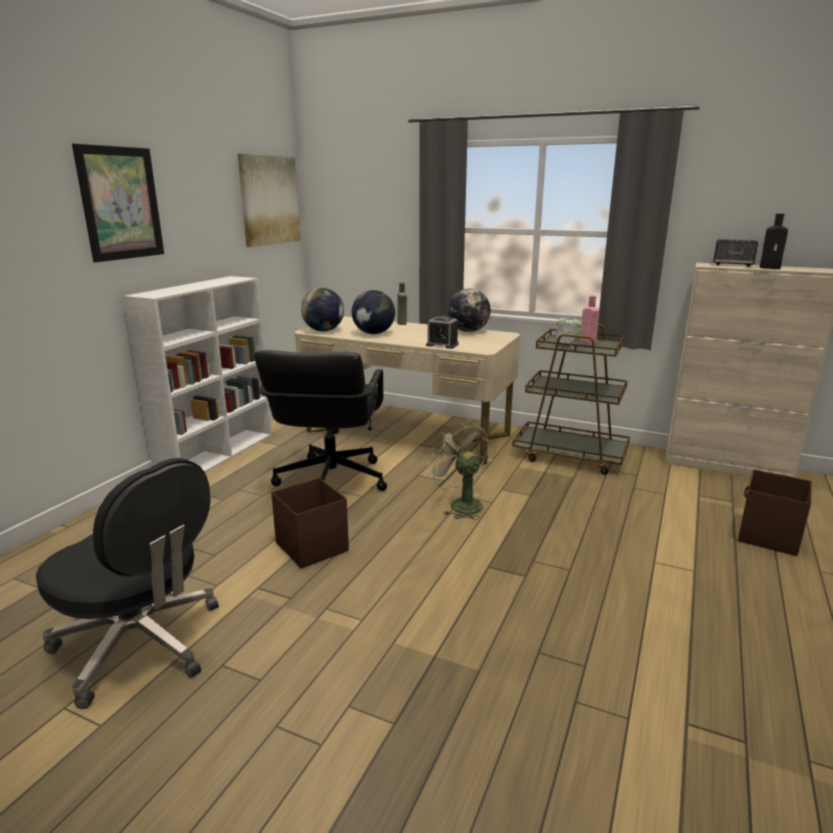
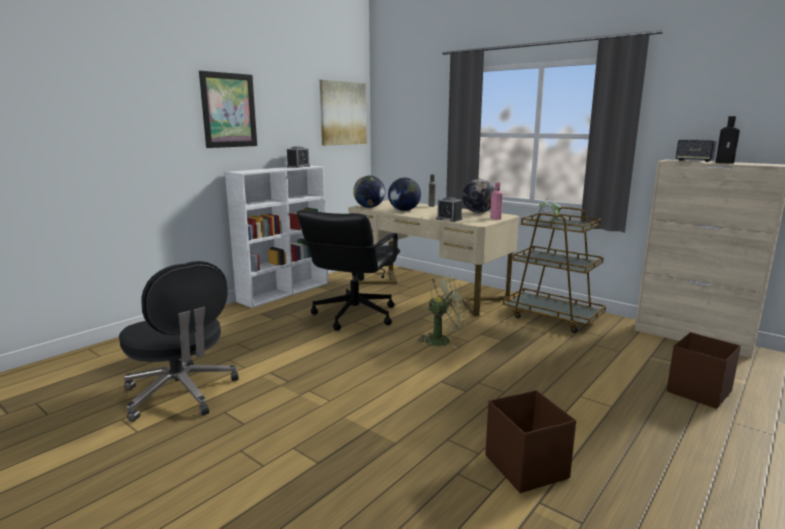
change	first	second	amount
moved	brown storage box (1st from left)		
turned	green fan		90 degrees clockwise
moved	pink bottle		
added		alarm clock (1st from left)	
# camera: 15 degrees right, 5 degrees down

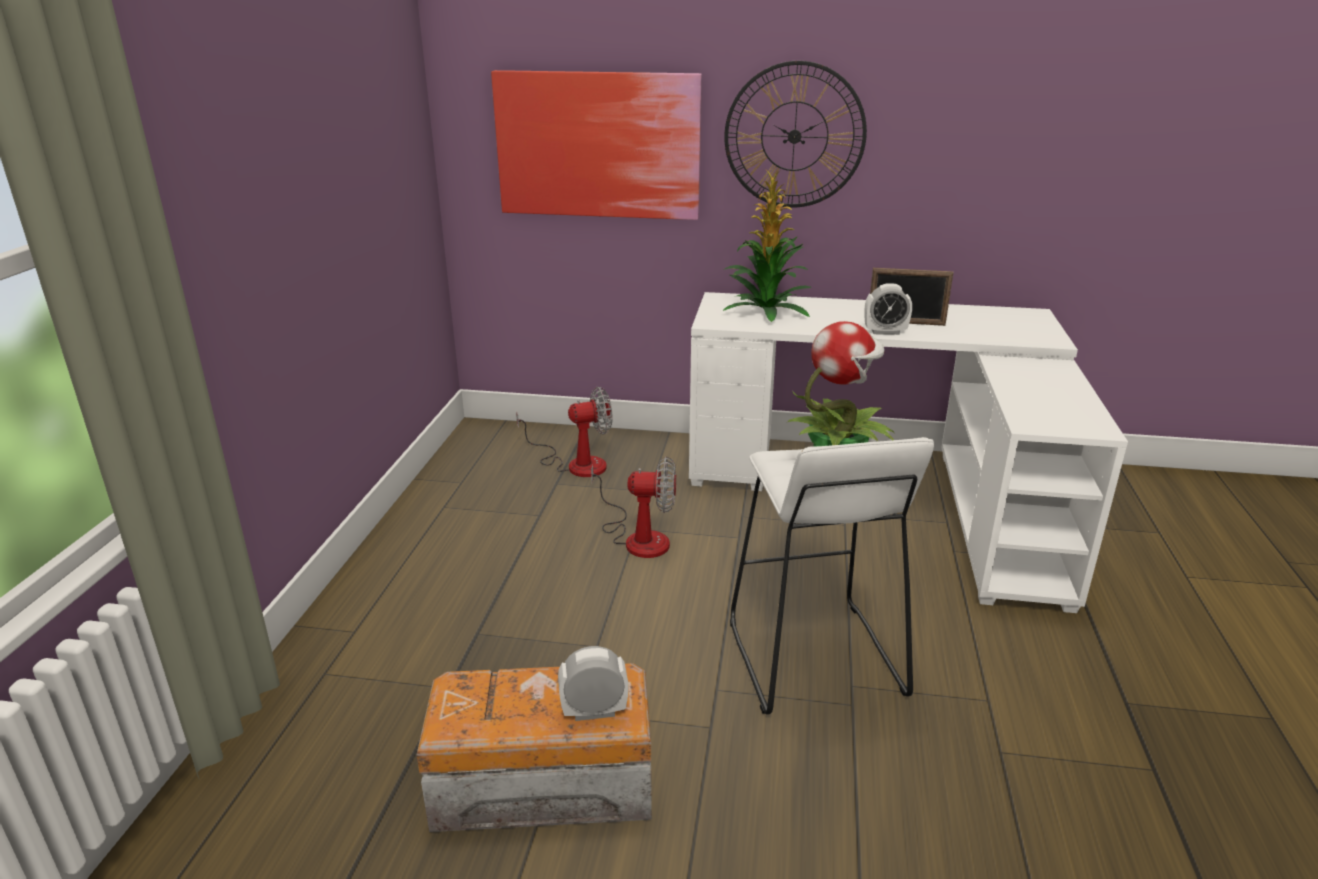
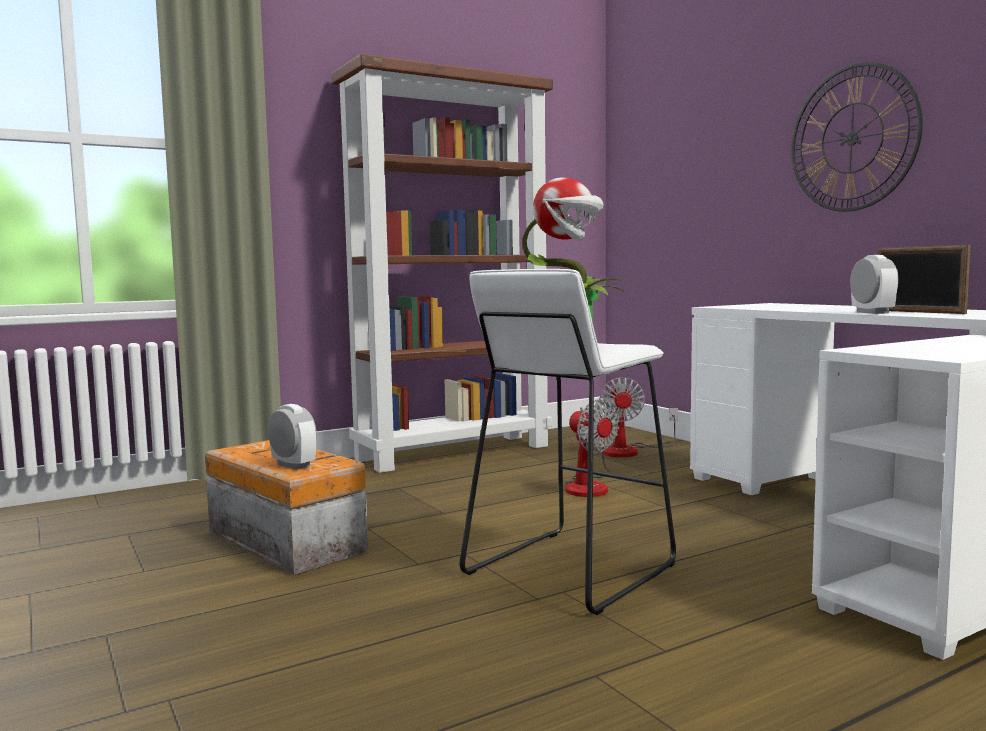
change	first	second	amount
removed	picture		
turned	fan (1st from left in the first image)	fan (2nd from left)	60 degrees clockwise
removed	potted plant (1st from left)		
turned	alarm clock (2nd from left)		150 degrees counterclockwise
added		brown bookcase	
# camera: 50 degrees right, 20 degrees down

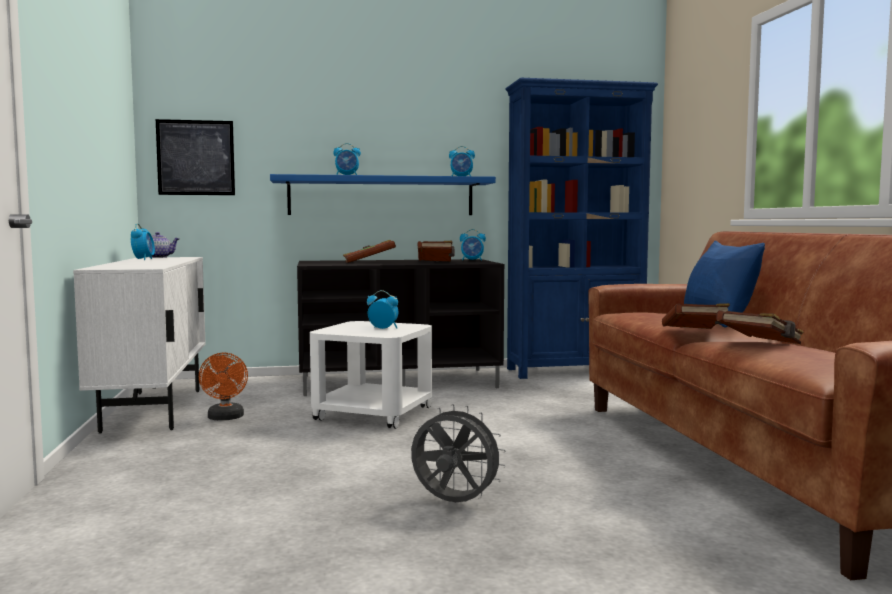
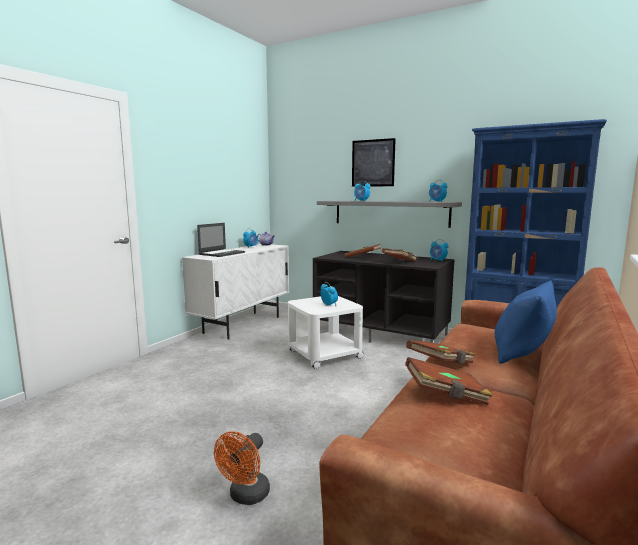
change	first	second	amount
moved	picture		
moved	orange fan		
recoloured	blue shelf	grey shelf	
removed	grey fan		
added		laptop	
# camera: 40 degrees right, 5 degrees up

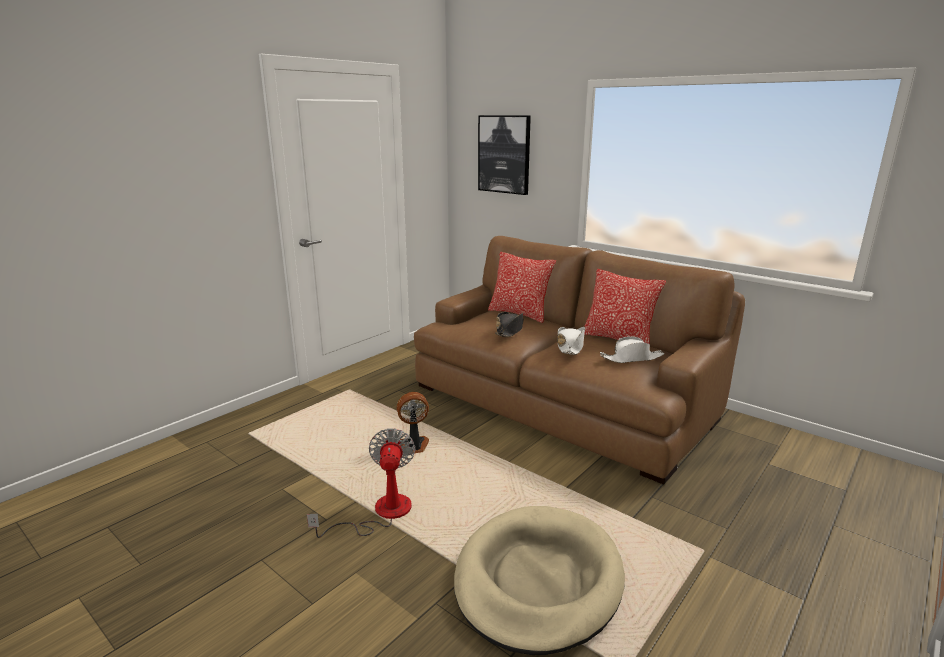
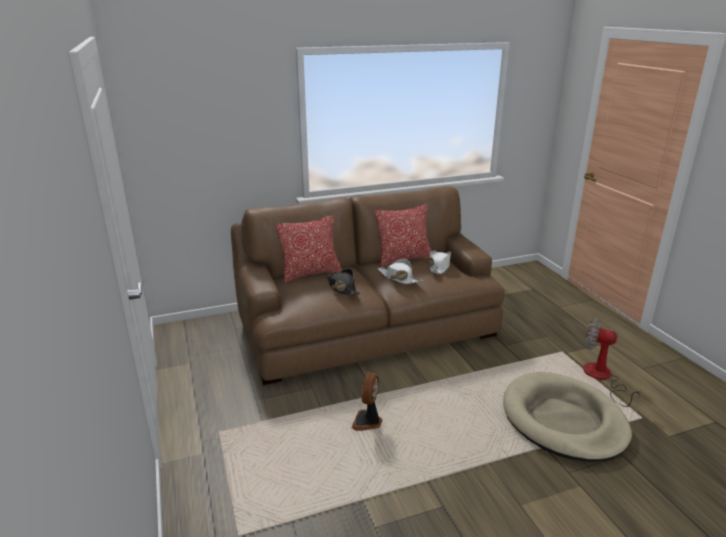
change	first	second	amount
moved	fan (1st from left in the first image)	fan (2nd from left)	
removed	picture		
# camera: 60 degrees left, 5 degrees up

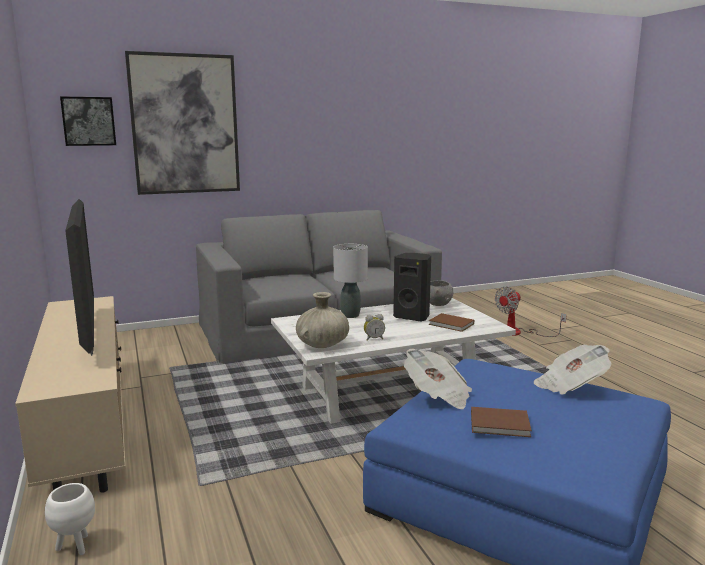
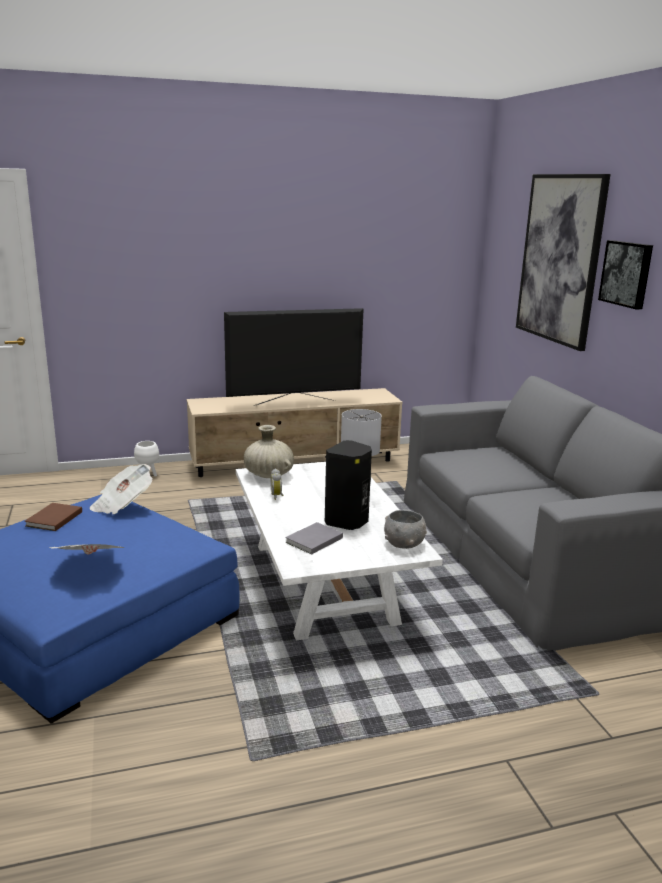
change	first	second	amount
moved	picture (1st from left in the first image)	picture (2nd from left)	
recoloured	brown book (1st from left)	grey book	
removed	fan		
# camera: 95 degrees right, 5 degrees up

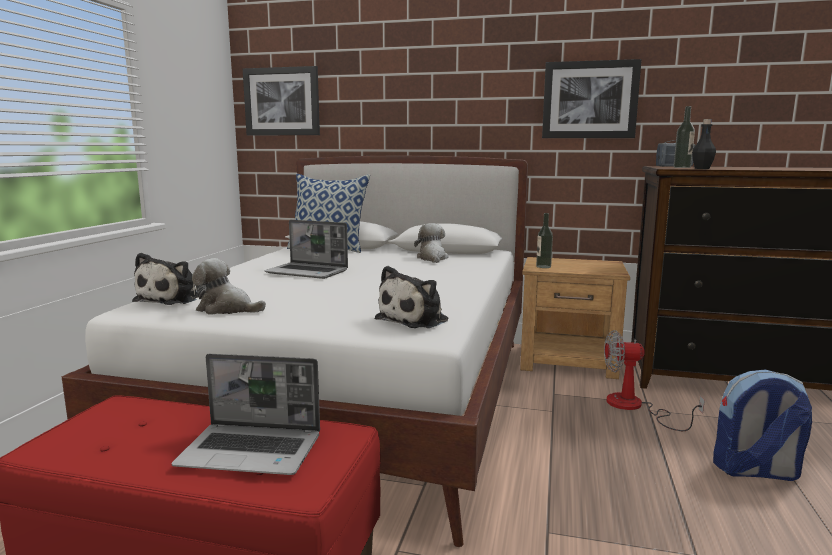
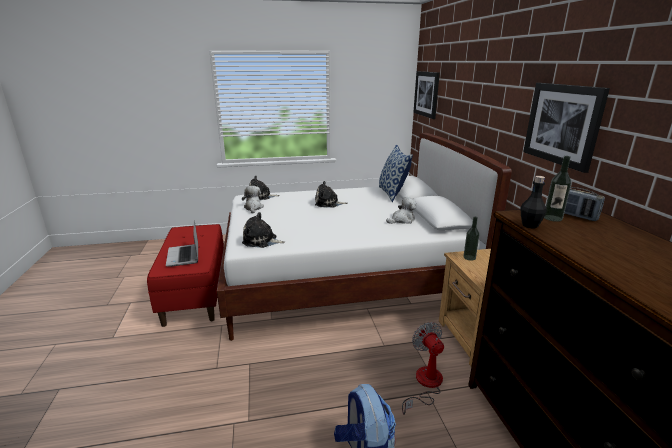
change	first	second	amount
replaced	laptop (2nd from left)	plush toy (4th from left)	
# camera: 65 degrees right, 10 degrees up

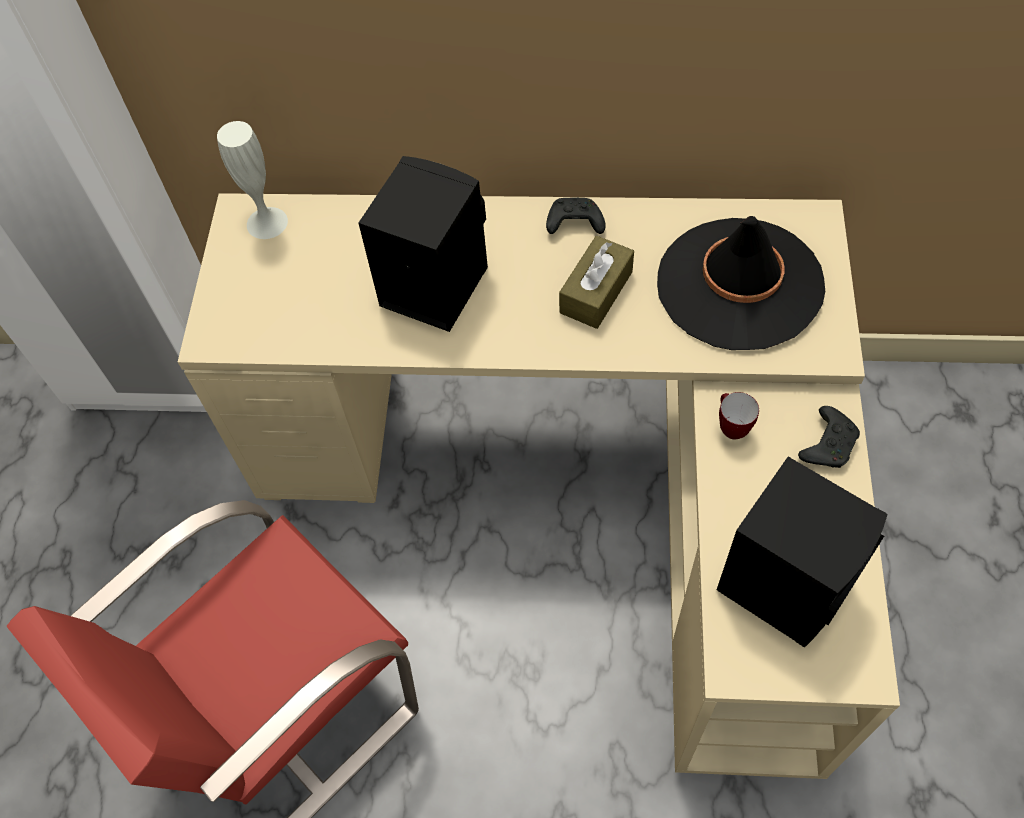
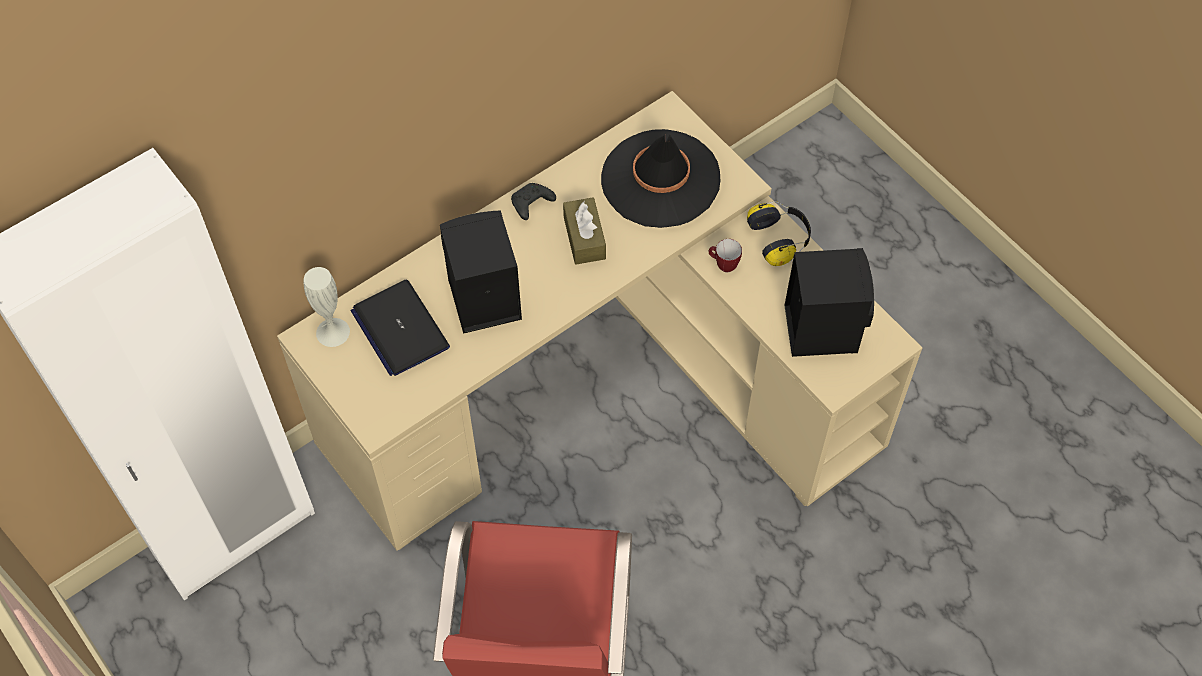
change	first	second	amount
replaced	black game controller (2nd from left)	headphones	
added		laptop	
# camera: 45 degrees left, 0 degrees up

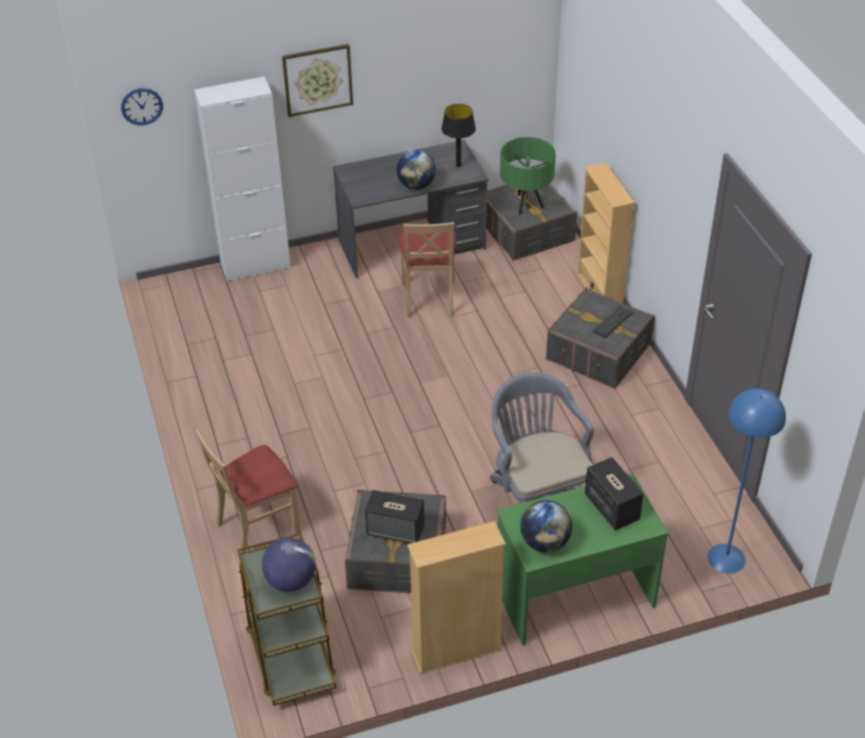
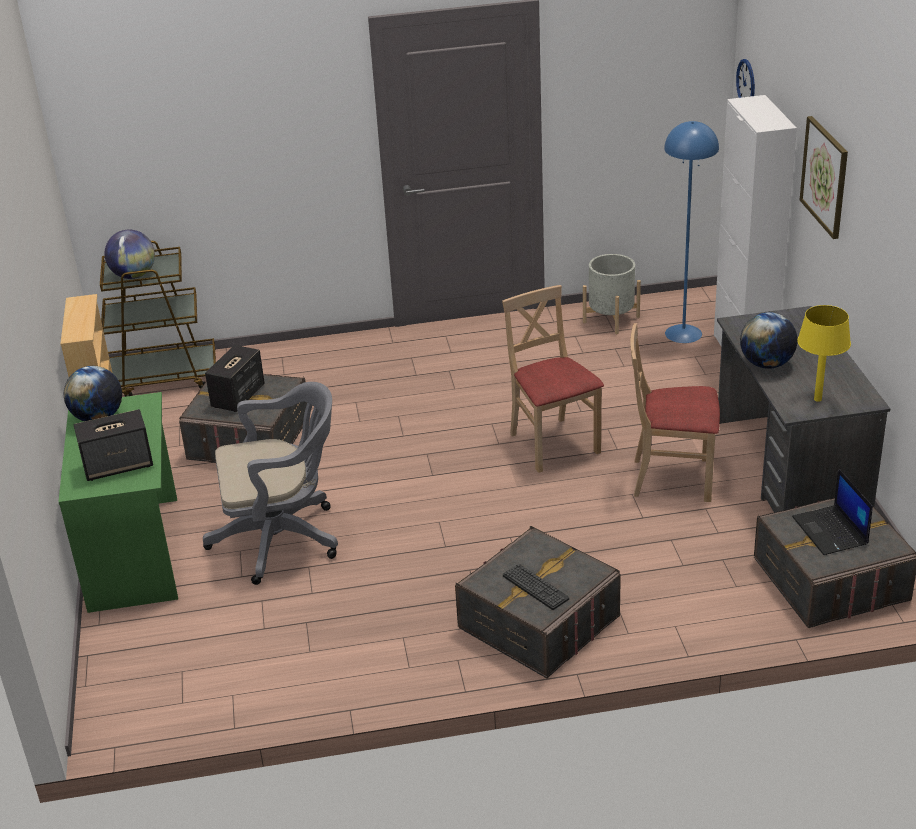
change	first	second	amount
moved	beige chair (1st from left)		
recoloured	black table lamp	yellow table lamp	
replaced	green table lamp	laptop	
removed	beige bookcase (2nd from left)		
moved	blue floor lamp		
added		grey planter	
# camera: 100 degrees right, 10 degrees down

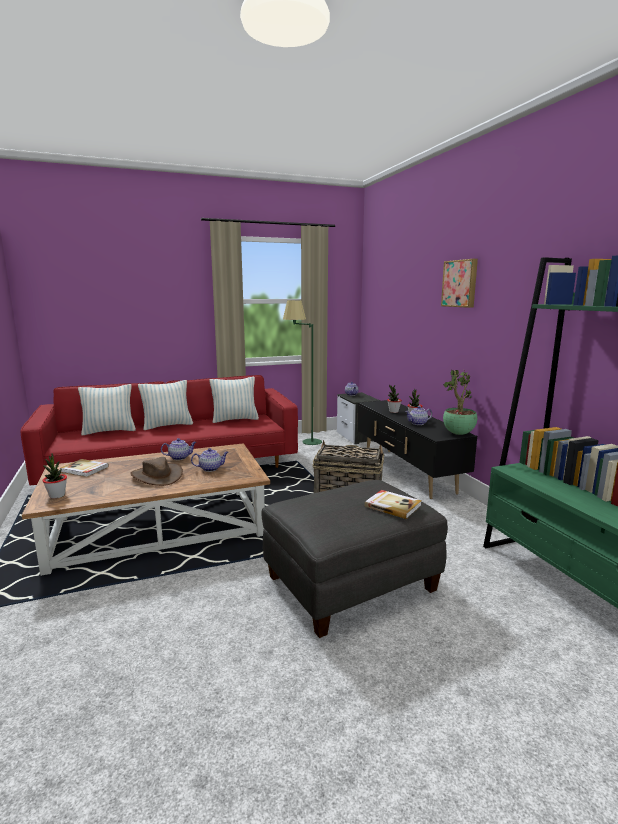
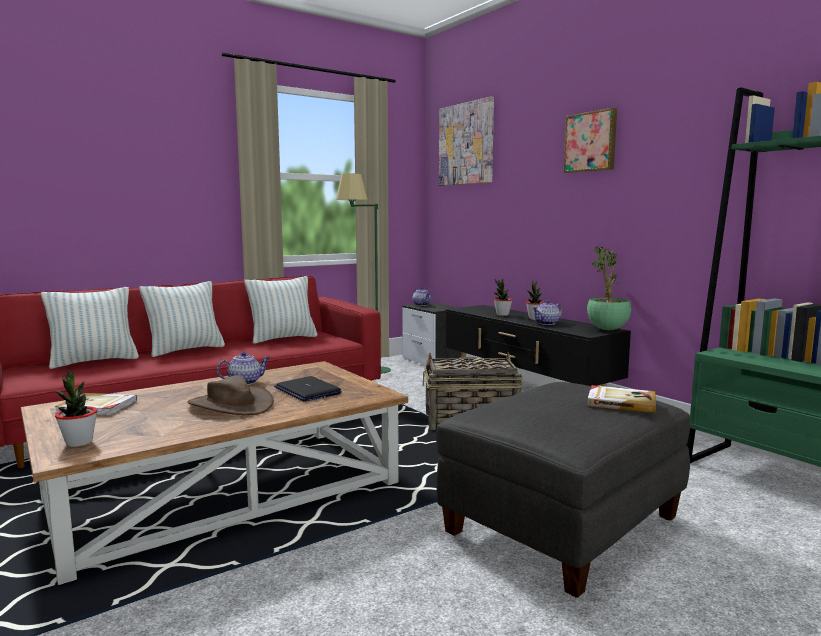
change	first	second	amount
replaced	teapot (2nd from left)	laptop	
added		picture (1st from left)	
# camera: 15 degrees left, 5 degrees down

